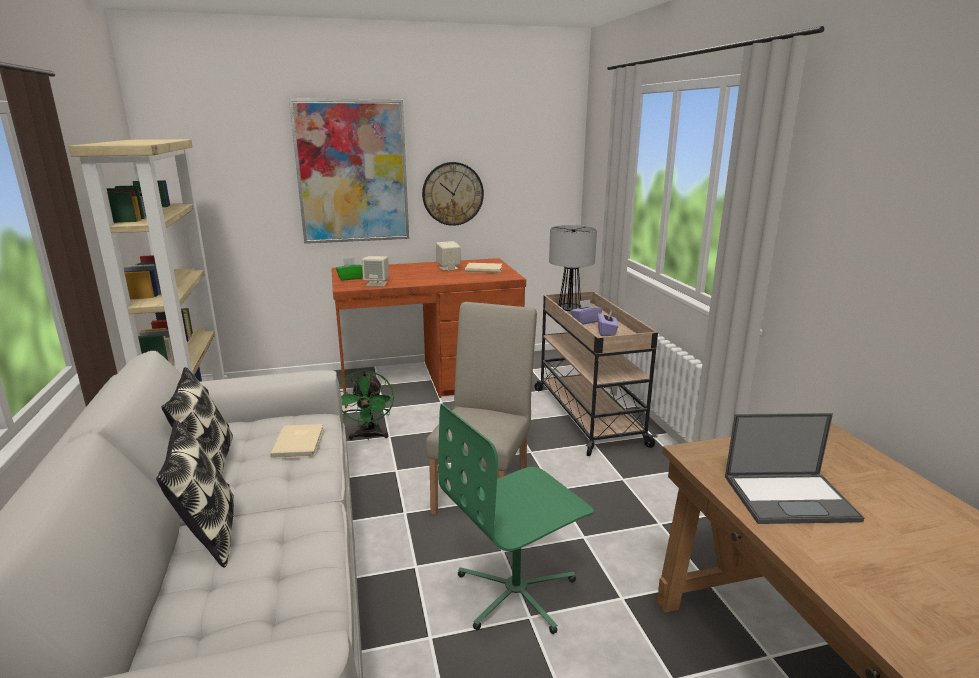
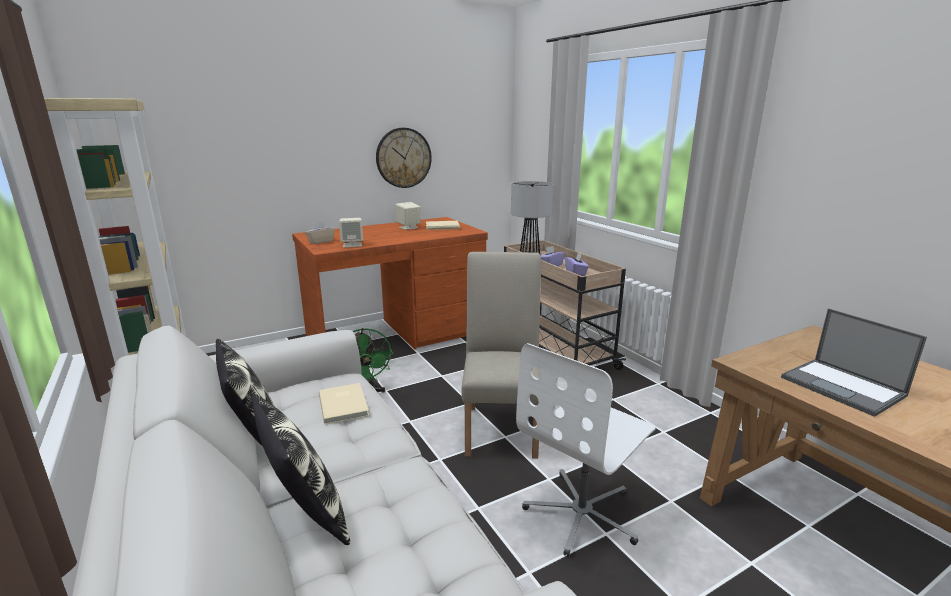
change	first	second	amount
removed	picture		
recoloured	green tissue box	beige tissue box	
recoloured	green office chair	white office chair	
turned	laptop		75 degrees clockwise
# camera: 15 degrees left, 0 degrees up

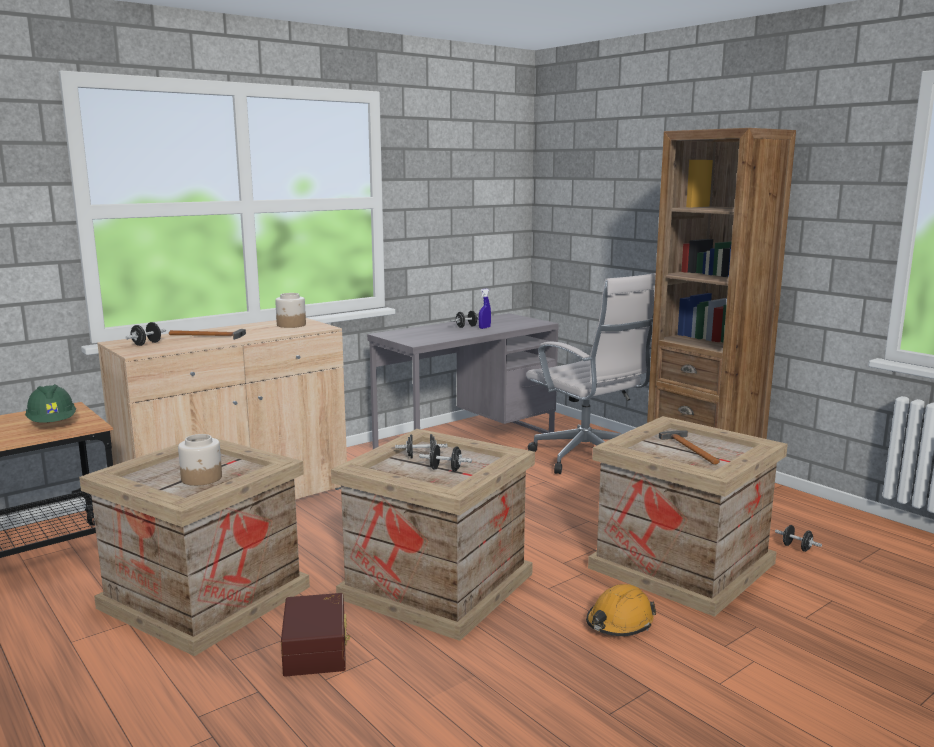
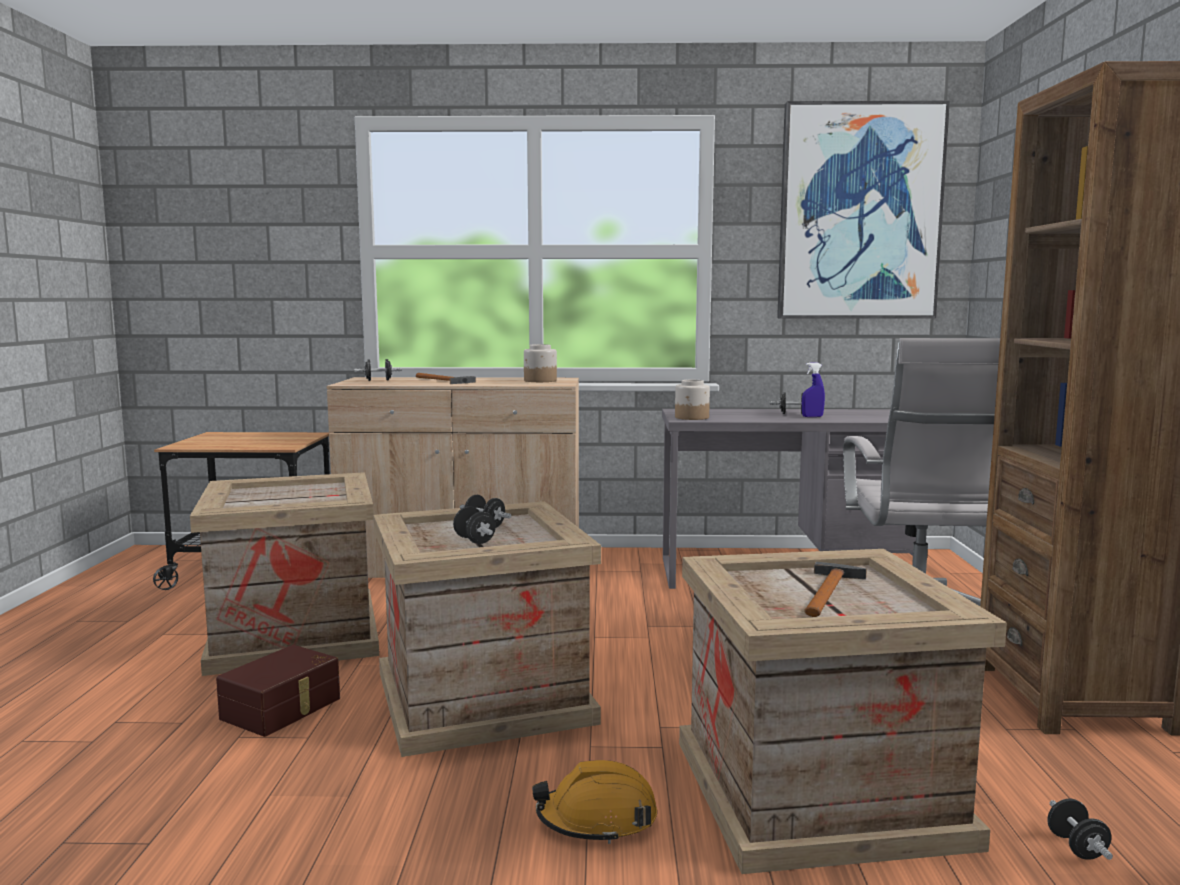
change	first	second	amount
removed	green hard hat		
moved	jar (1st from left in the first image)	jar (2nd from left)	
added		picture	
# camera: 40 degrees right, 5 degrees down

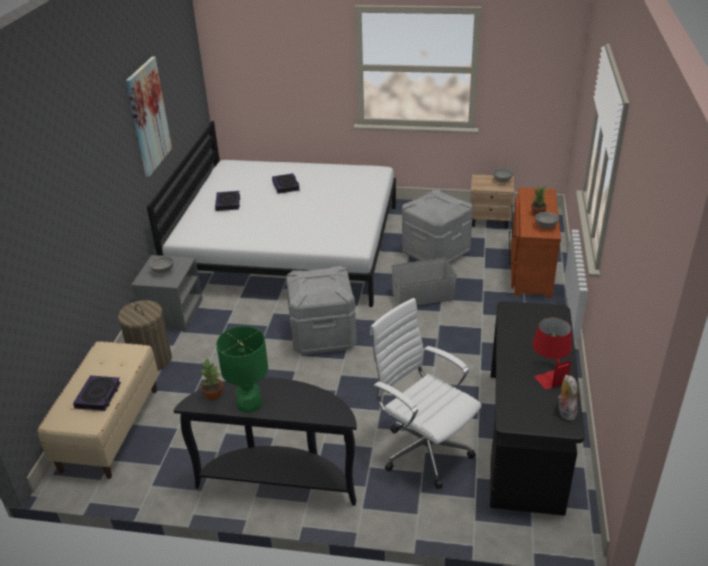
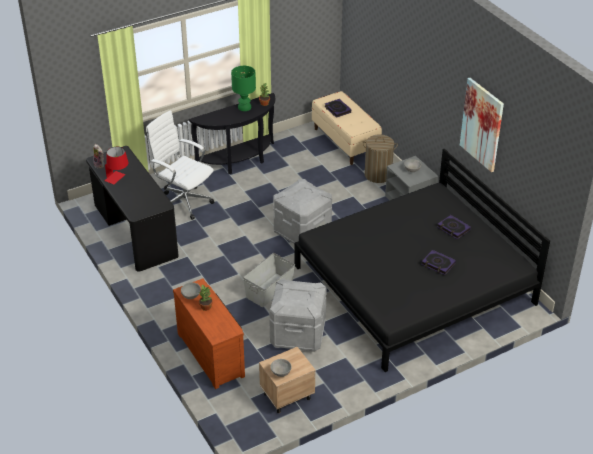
change	first	second	amount
recoloured	white bed	black bed	
turned	white office chair		150 degrees counterclockwise
# camera: 140 degrees right, 5 degrees up

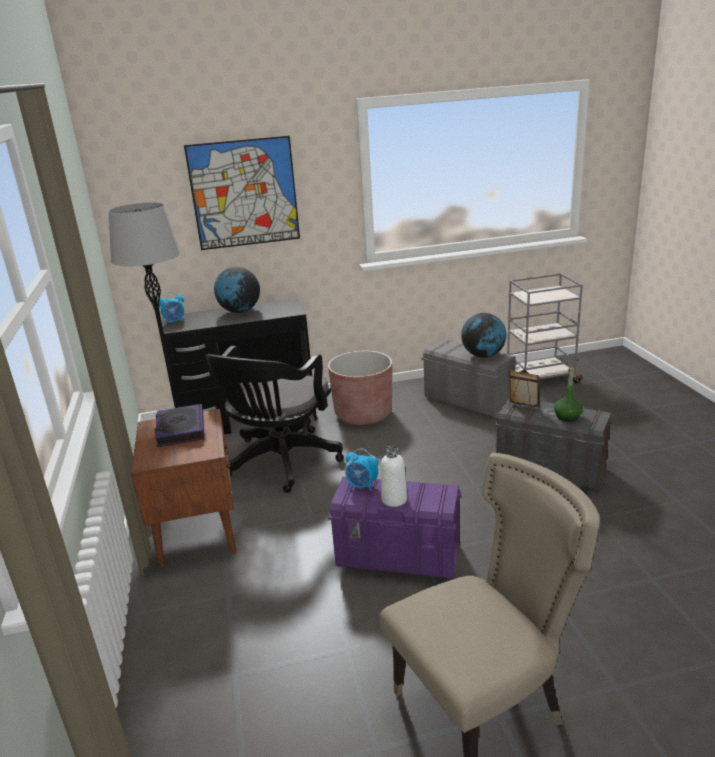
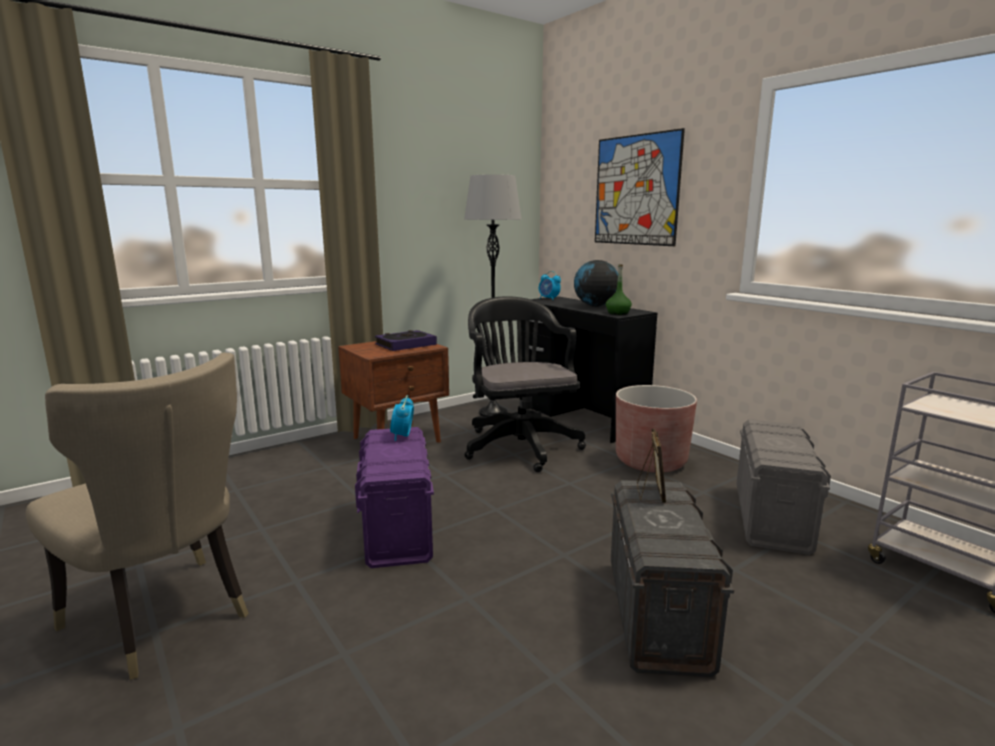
change	first	second	amount
turned	black office chair		75 degrees clockwise
removed	white bottle		
removed	globe (2nd from left)		
moved	green bottle		
# camera: 65 degrees right, 10 degrees down

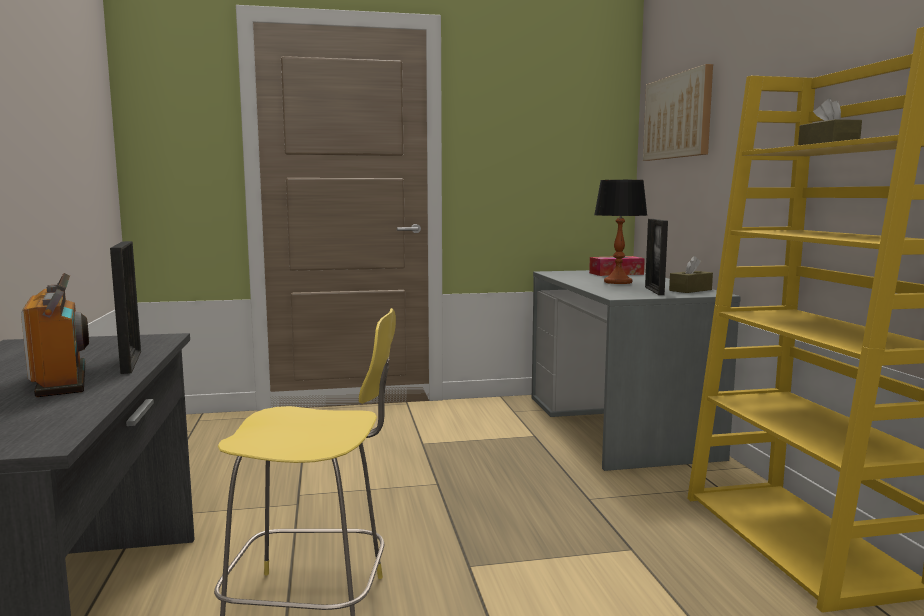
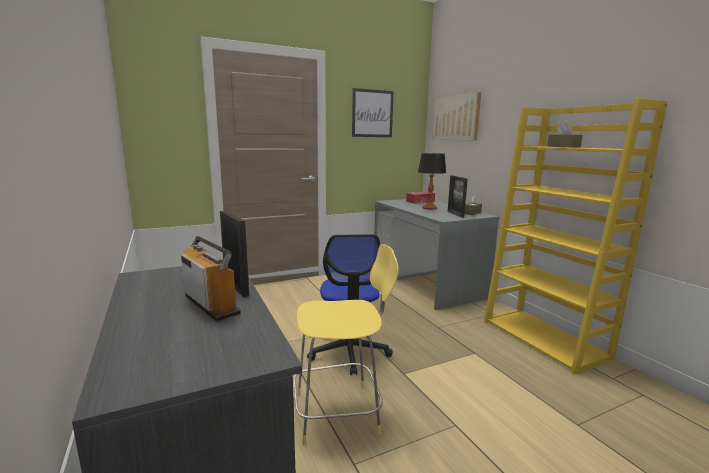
change	first	second	amount
added		office chair	
added		picture (1st from left)	
# camera: 15 degrees left, 5 degrees up

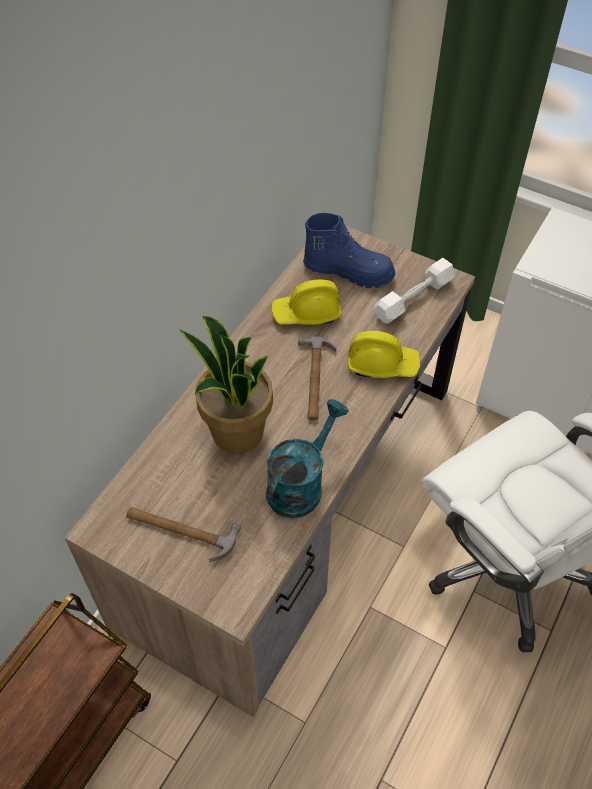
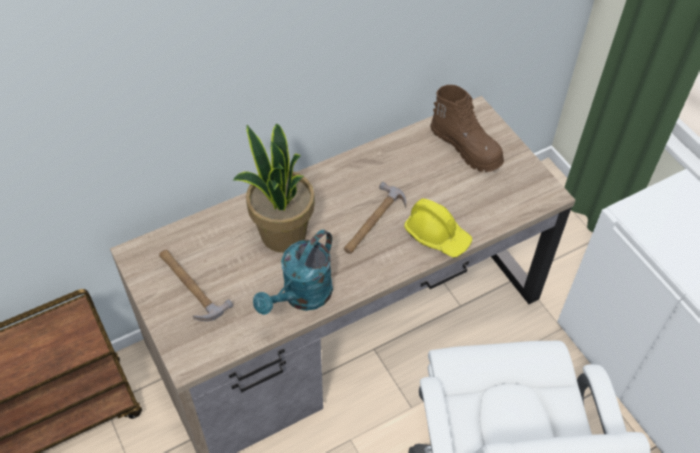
change	first	second	amount
turned	turquoise watering can		150 degrees clockwise
removed	yellow hard hat (1st from left)		
recoloured	blue boot	brown boot	
removed	white dumbbell		
# camera: 30 degrees right, 0 degrees up

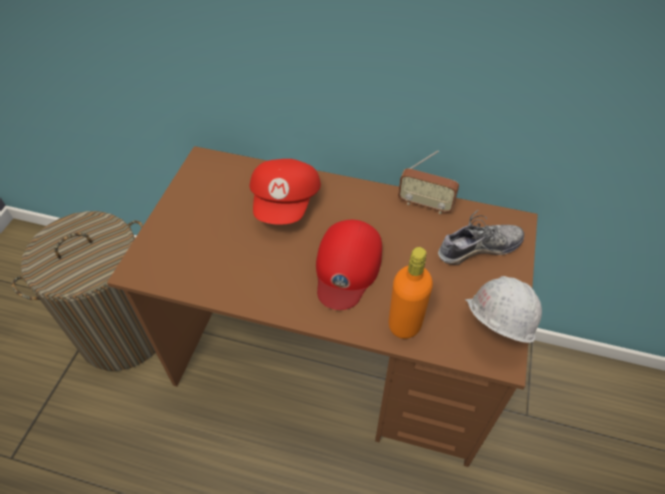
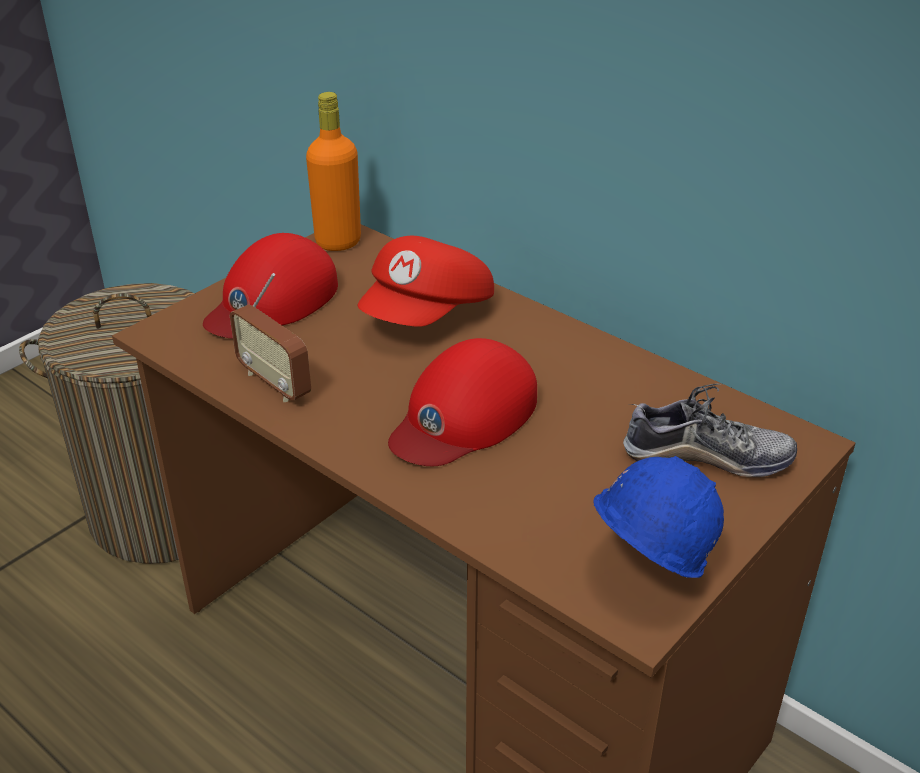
change	first	second	amount
moved	orange bottle		
moved	radio		
recoloured	white hard hat	blue hard hat	
added		red cap (1st from left)	
# camera: 25 degrees right, 15 degrees down

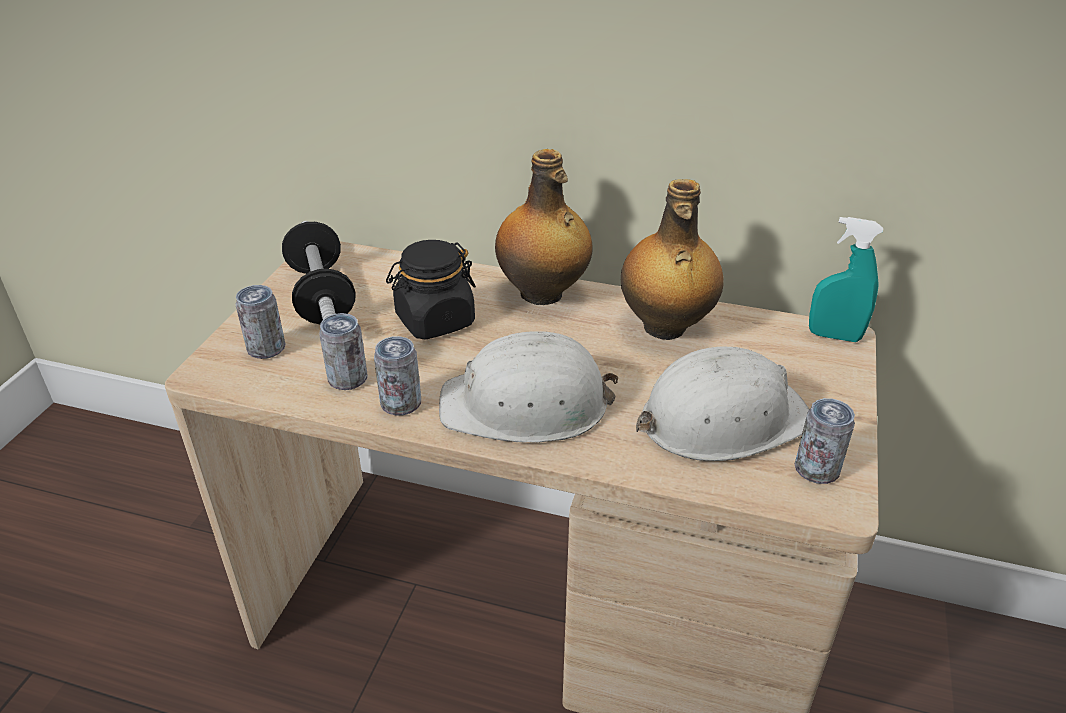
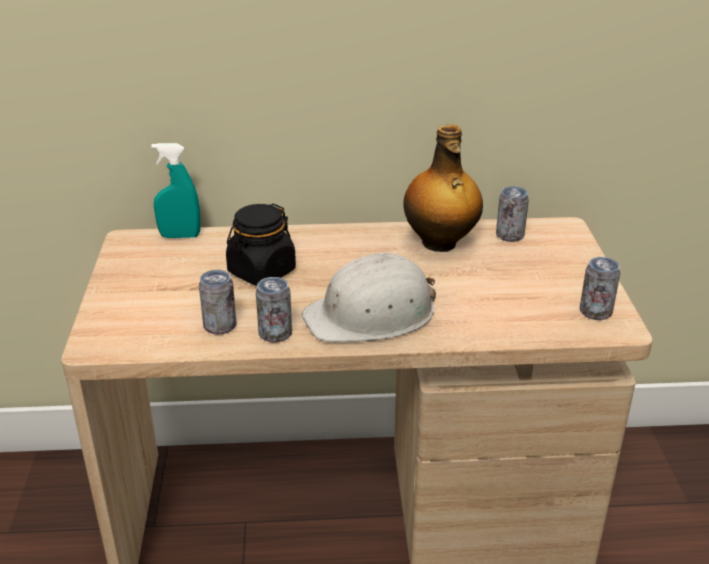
change	first	second	amount
moved	can (1st from left in the first image)	can (3rd from left)	
removed	dumbbell		
removed	bottle (1st from left)		
removed	white hard hat (2nd from left)		
moved	turquoise spray bottle		
# camera: 20 degrees left, 5 degrees down

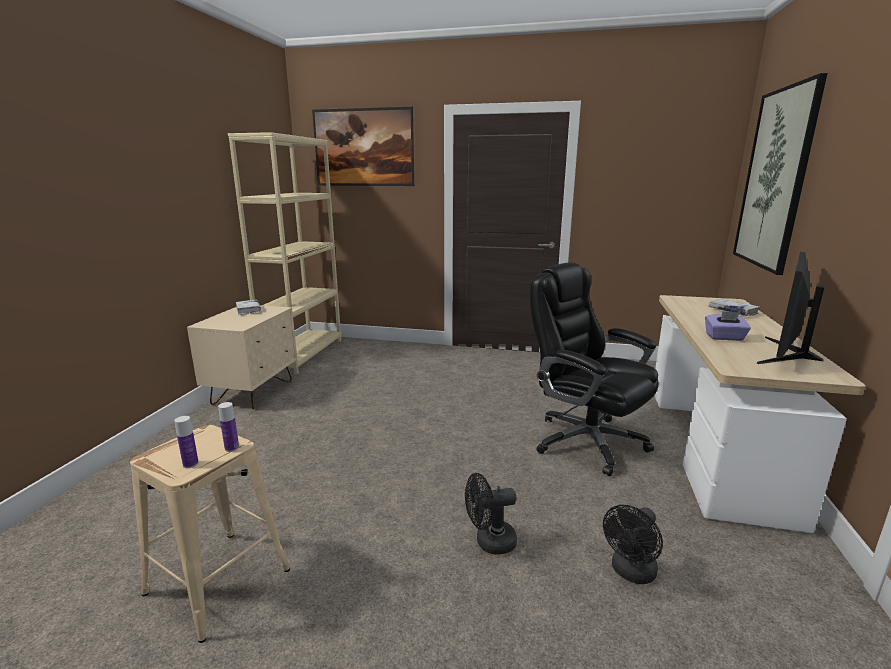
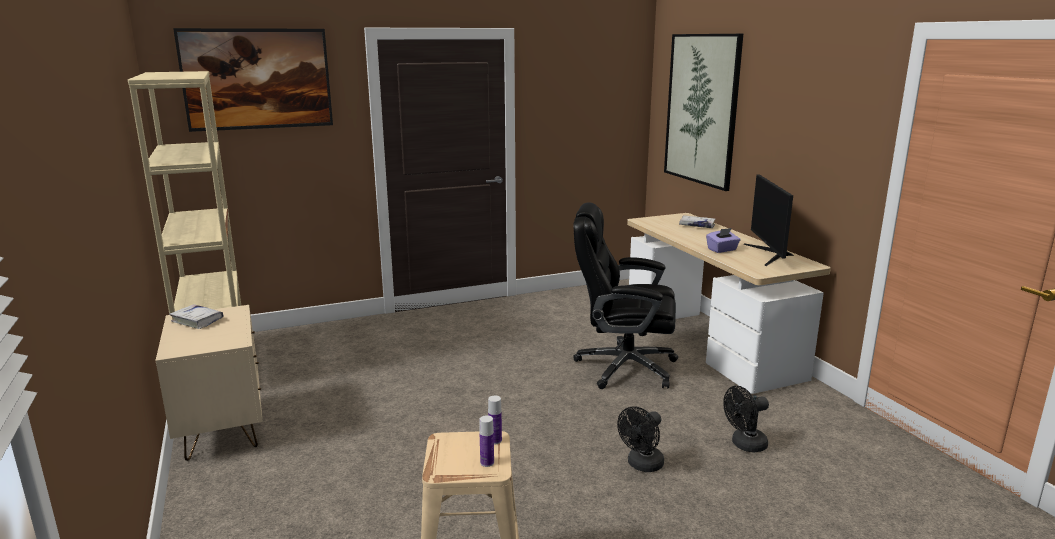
change	first	second	amount
turned	black fan (2nd from left)		60 degrees clockwise
# camera: 35 degrees left, 0 degrees up

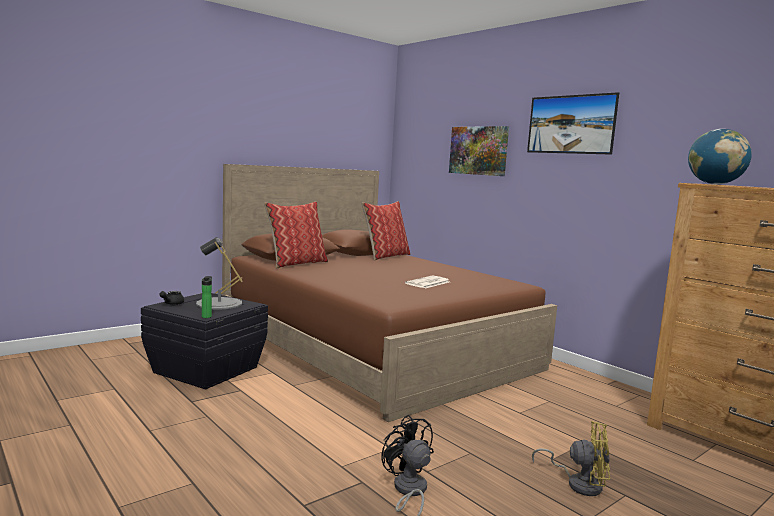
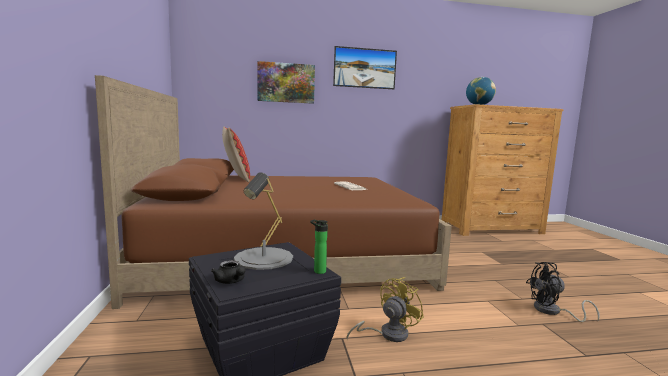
change	first	second	amount
removed	pillow (1st from left)		
moved	yellow fan		
# camera: 60 degrees left, 0 degrees up

